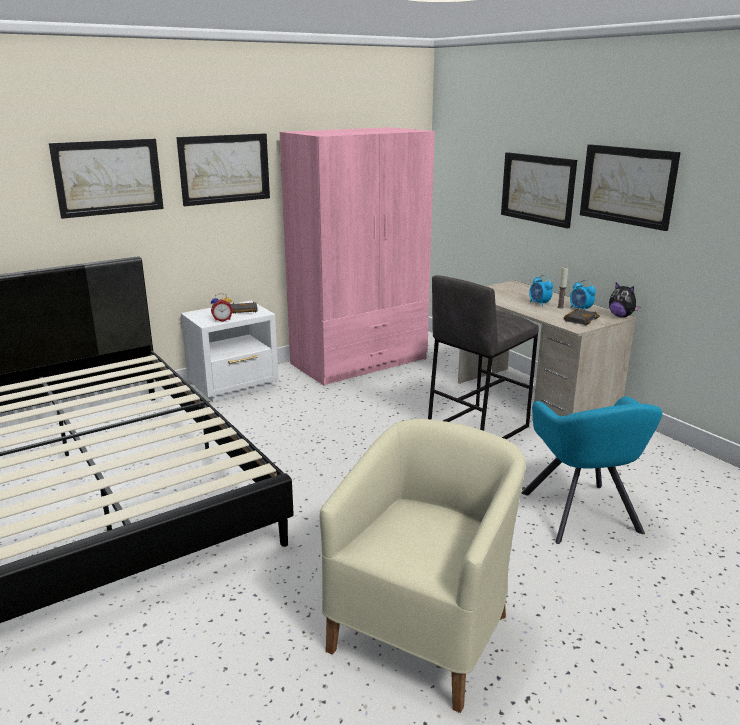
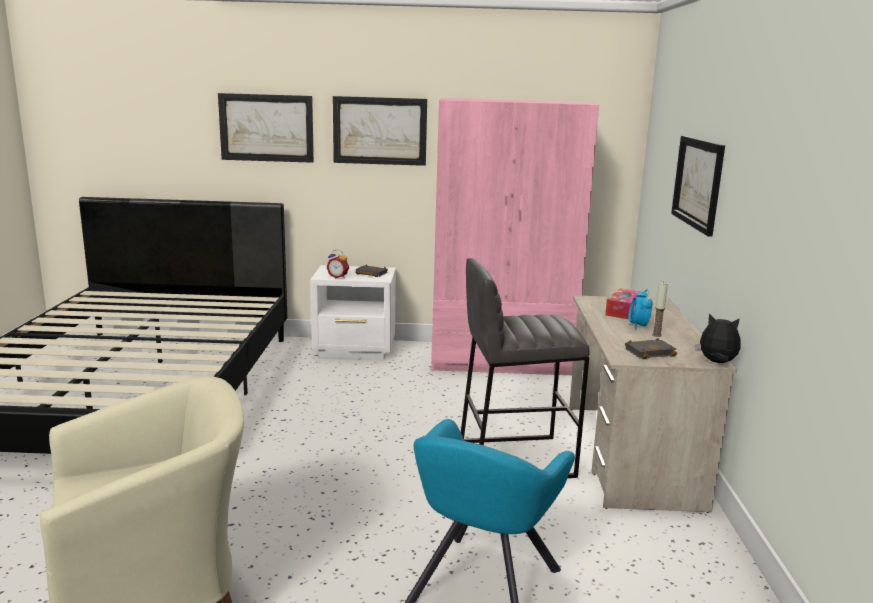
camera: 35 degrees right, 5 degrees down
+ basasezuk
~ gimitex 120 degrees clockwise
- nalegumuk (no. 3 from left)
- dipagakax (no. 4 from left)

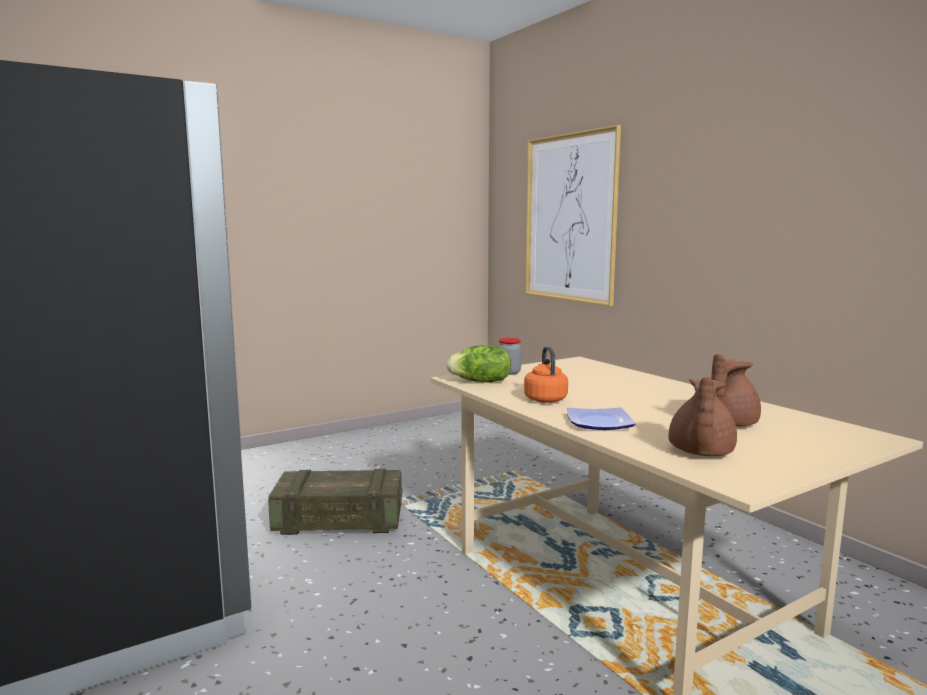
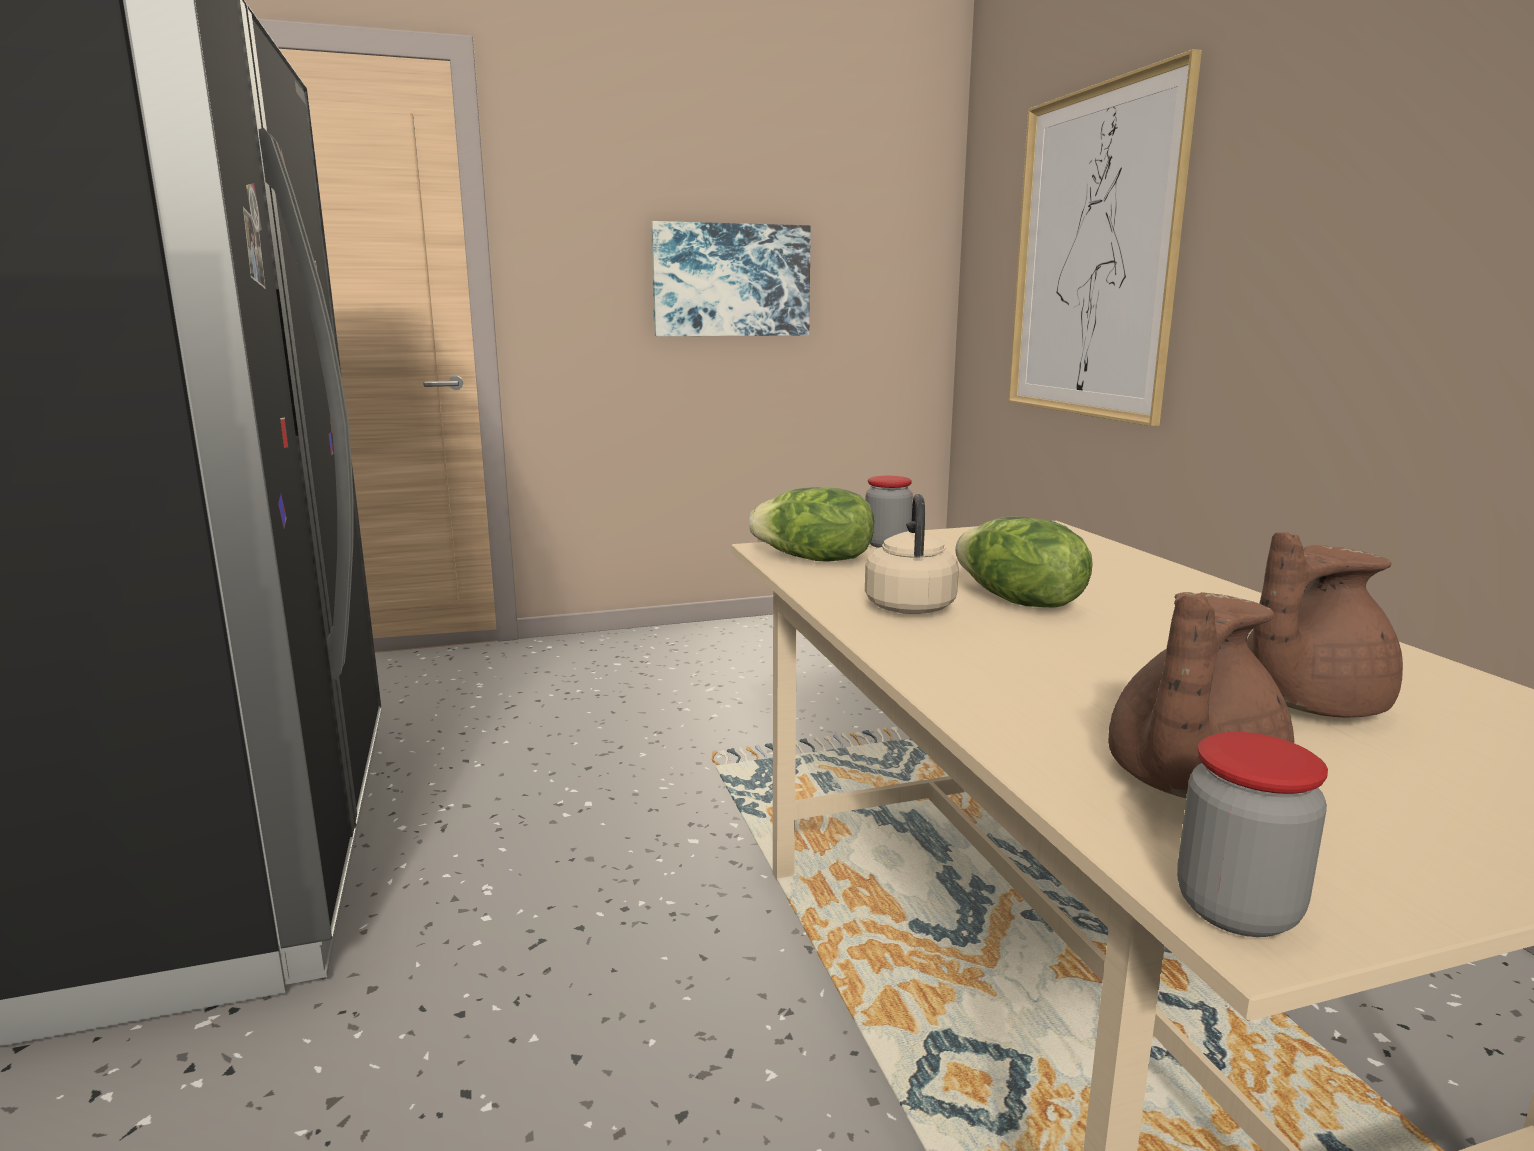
camera: 15 degrees right, 5 degrees up
+ dipagakax (no. 1 from left)
~ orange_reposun to beige_reposun
+ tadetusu (no. 2 from left)
+ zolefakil (no. 2 from left)
- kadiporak
- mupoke

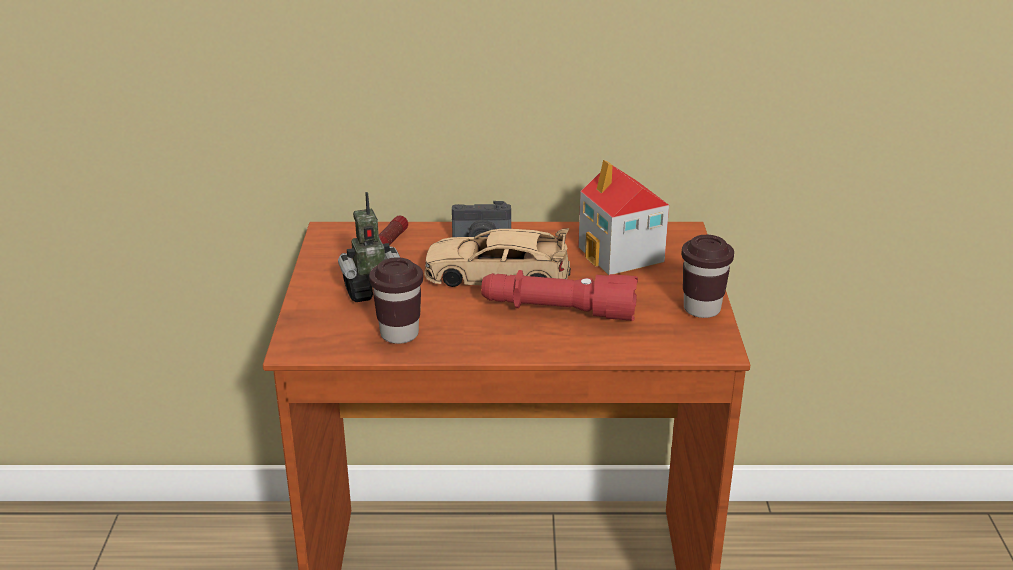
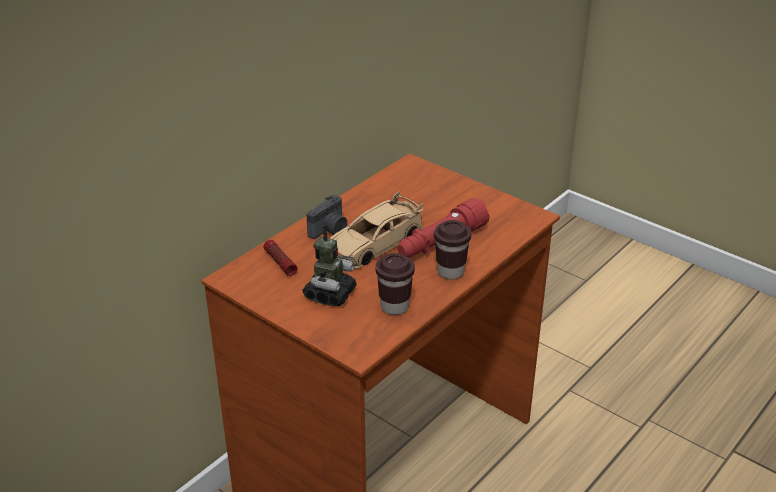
camera: 50 degrees left, 5 degrees up
~ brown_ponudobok (no. 2 from left)
- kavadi

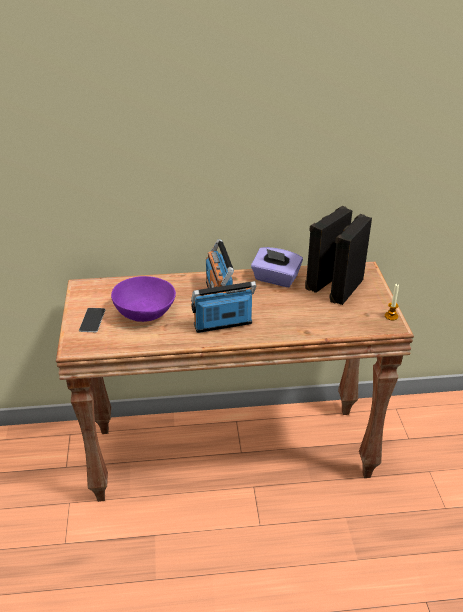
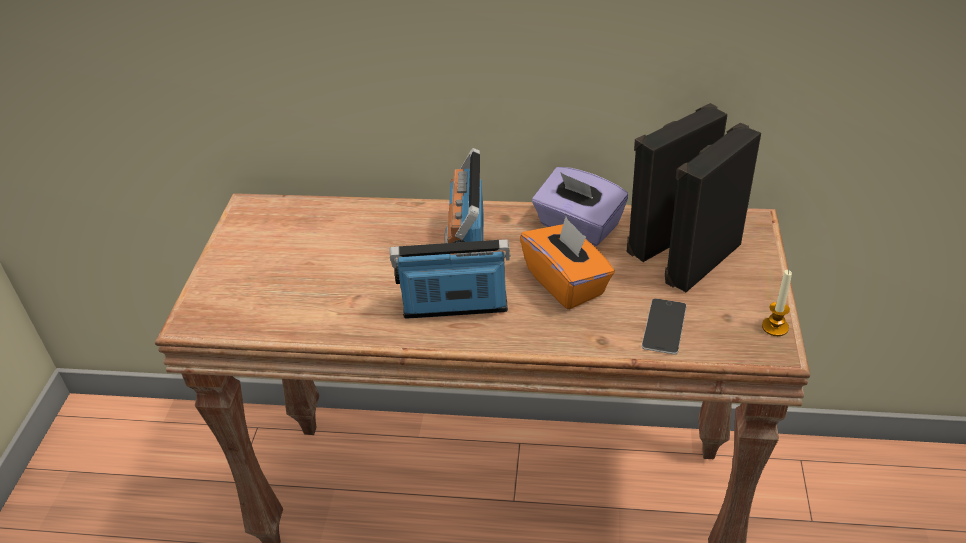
camera: 15 degrees right, 5 degrees up
+ orange_basasezuk
~ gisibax
- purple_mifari

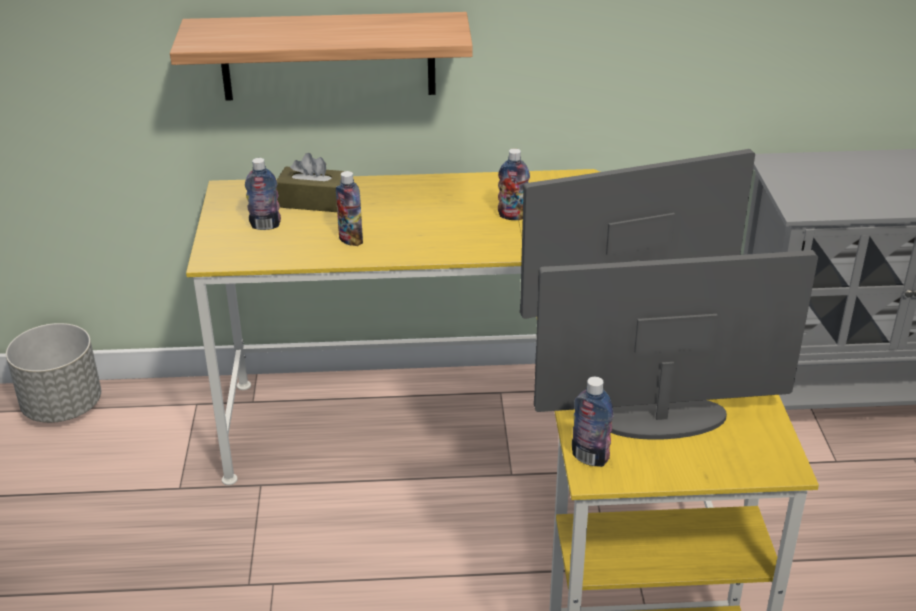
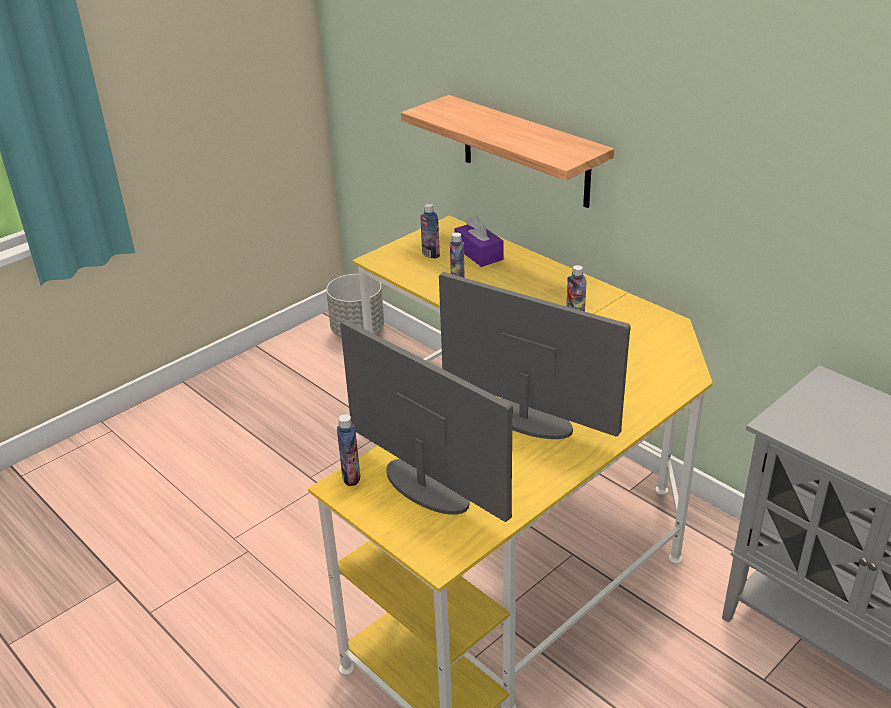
camera: 50 degrees right, 0 degrees up
~ brown_basasezuk to purple_basasezuk

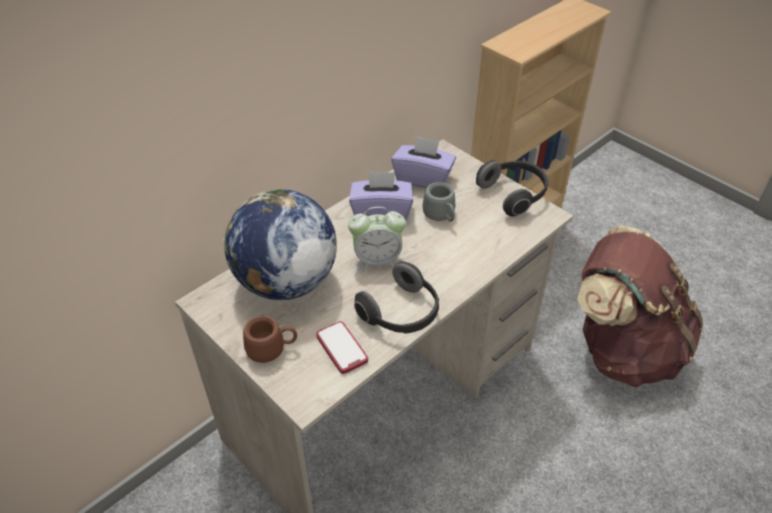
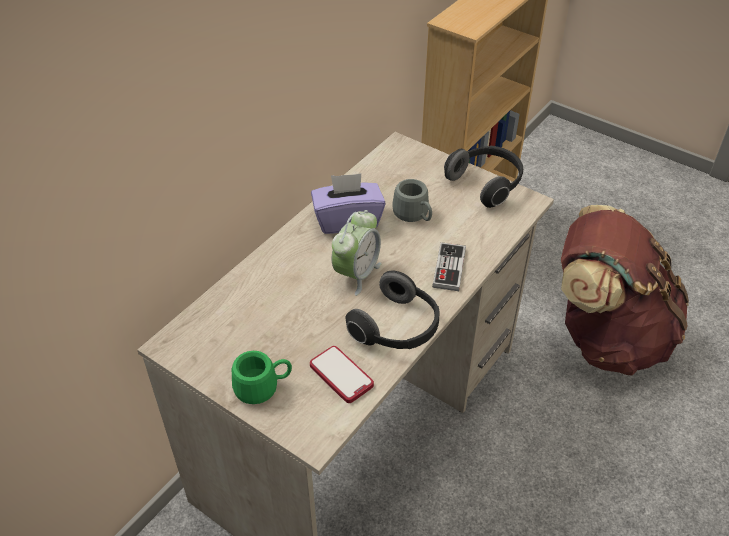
camera: 10 degrees left, 0 degrees up
~ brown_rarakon to green_rarakon
~ nalegumuk 45 degrees counterclockwise
+ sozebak
- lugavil
- purple_basasezuk (no. 2 from left)

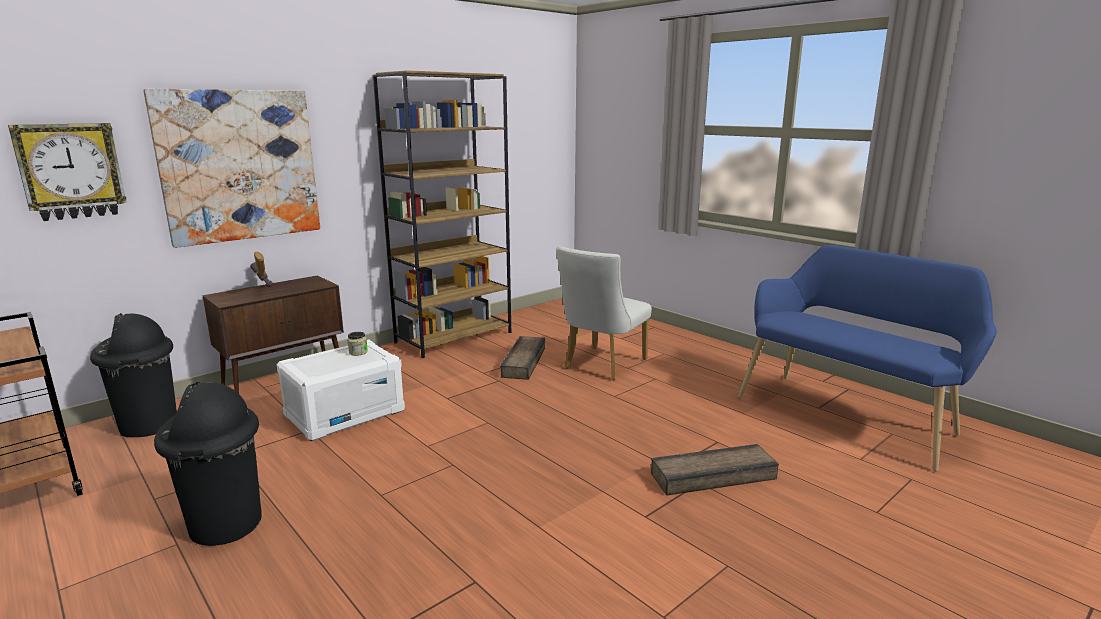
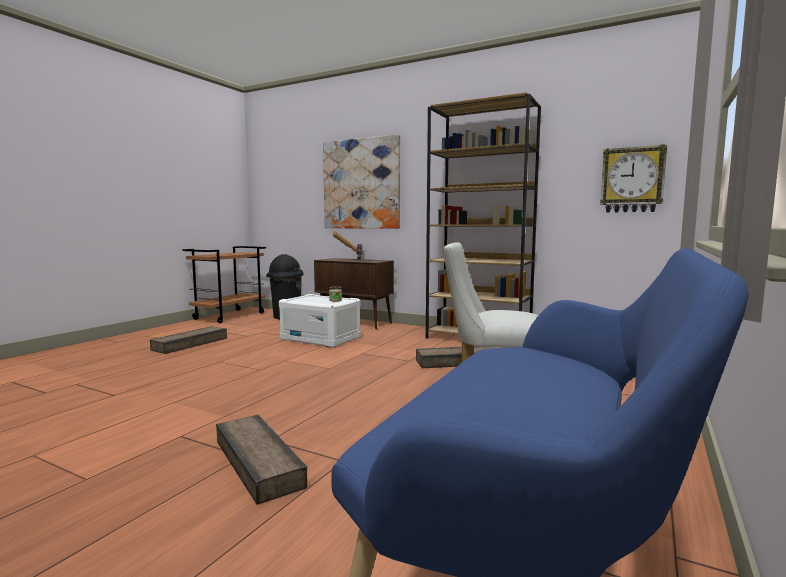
camera: 70 degrees right, 10 degrees down
~ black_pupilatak (no. 2 from left) to kadiporak (no. 1 from left)
~ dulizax

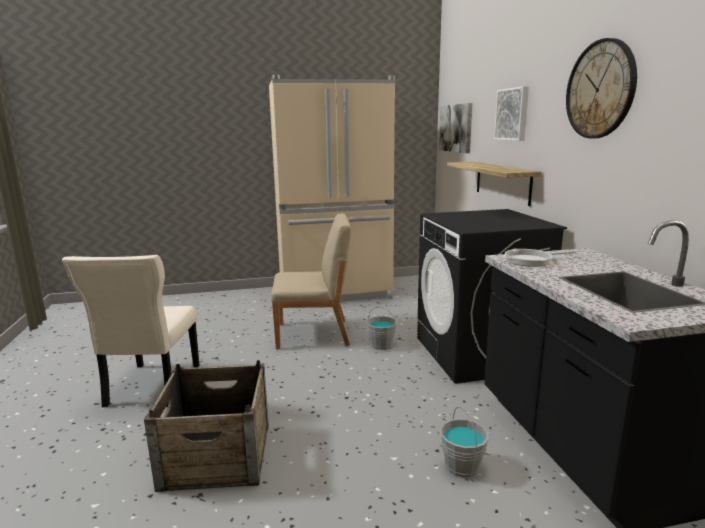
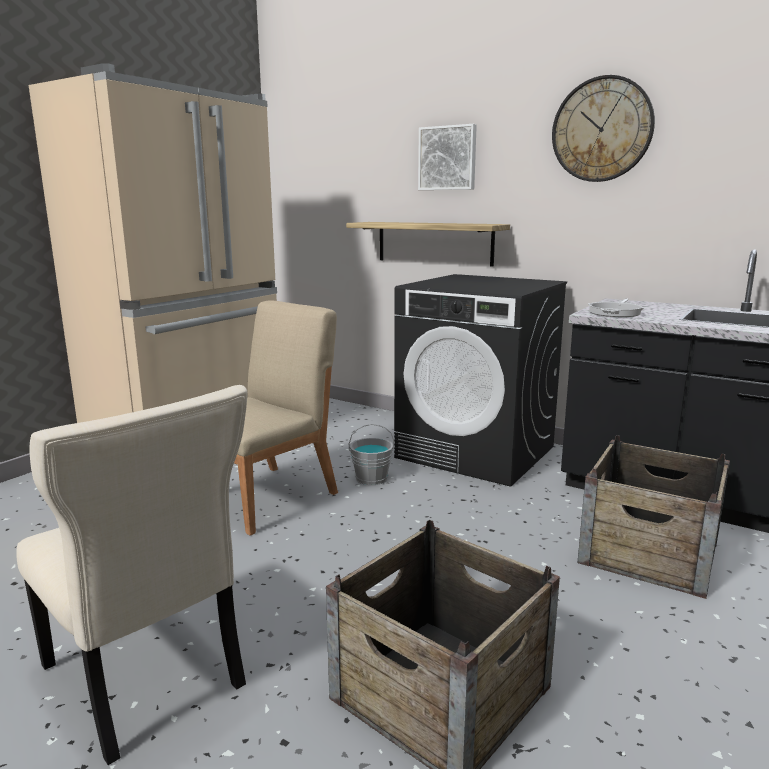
camera: 45 degrees left, 0 degrees up
~ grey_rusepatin (no. 2 from left) to kadiporak (no. 2 from left)
- dipagakax (no. 1 from left)

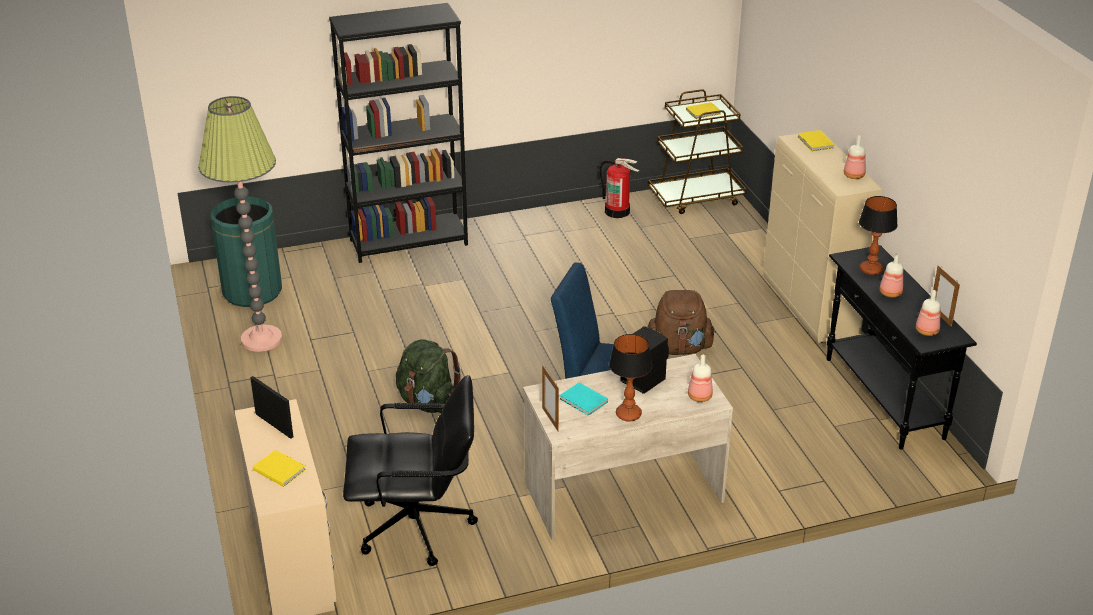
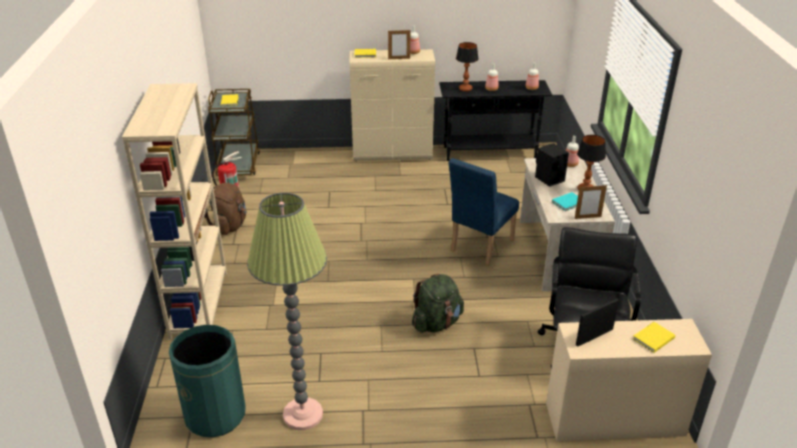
camera: 75 degrees left, 0 degrees up
~ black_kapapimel to beige_kapapimel
~ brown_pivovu
~ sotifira (no. 3 from left in the first image) to sotifira (no. 1 from left)

